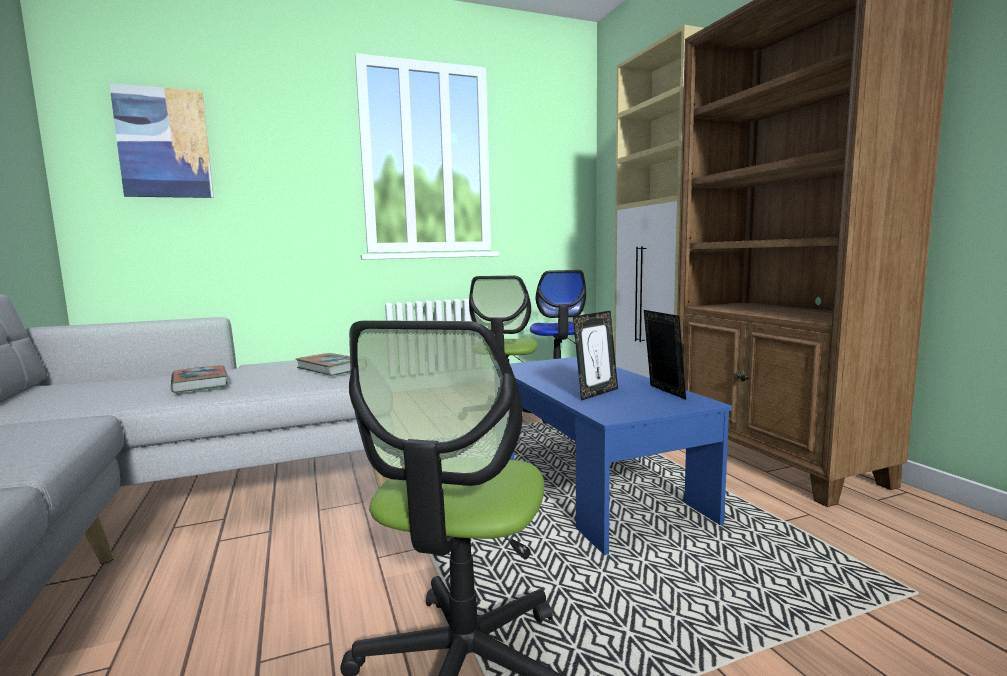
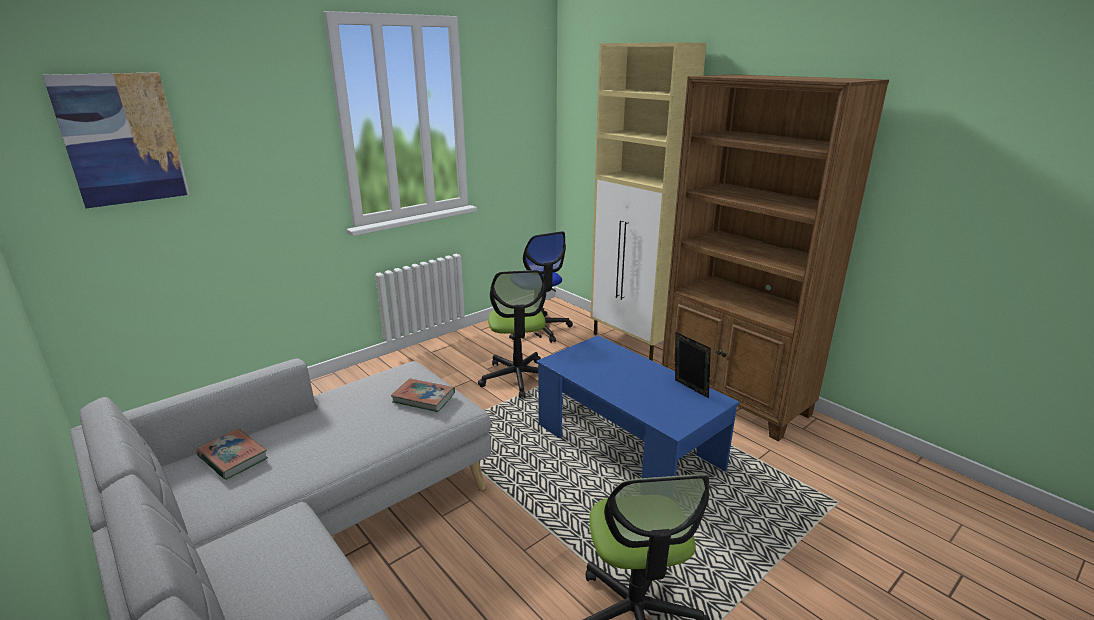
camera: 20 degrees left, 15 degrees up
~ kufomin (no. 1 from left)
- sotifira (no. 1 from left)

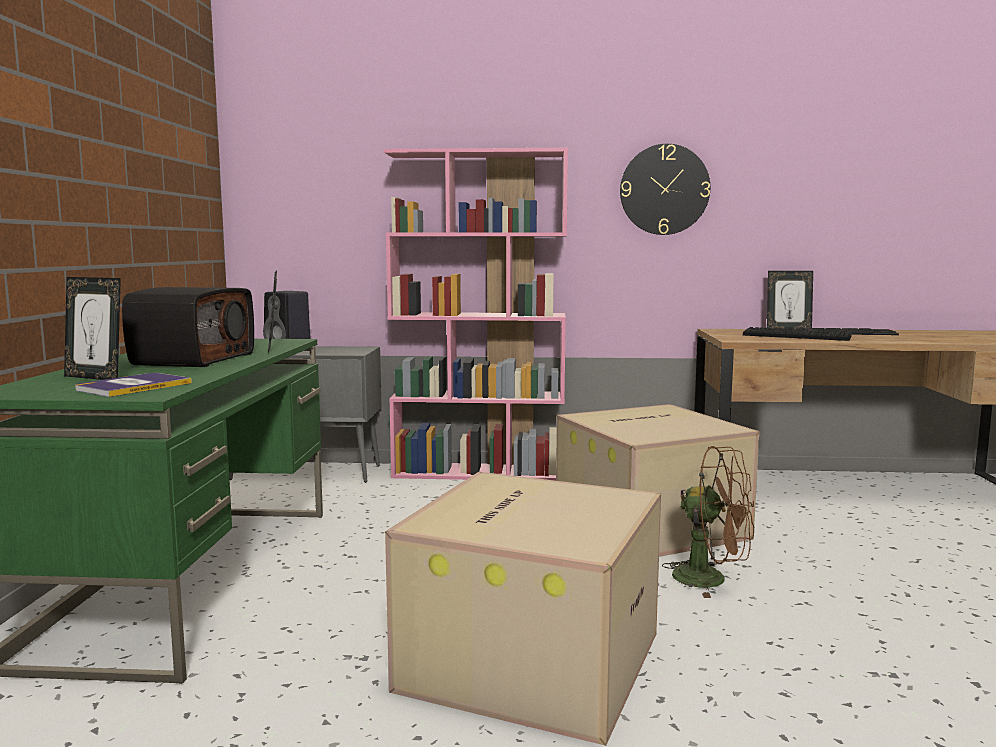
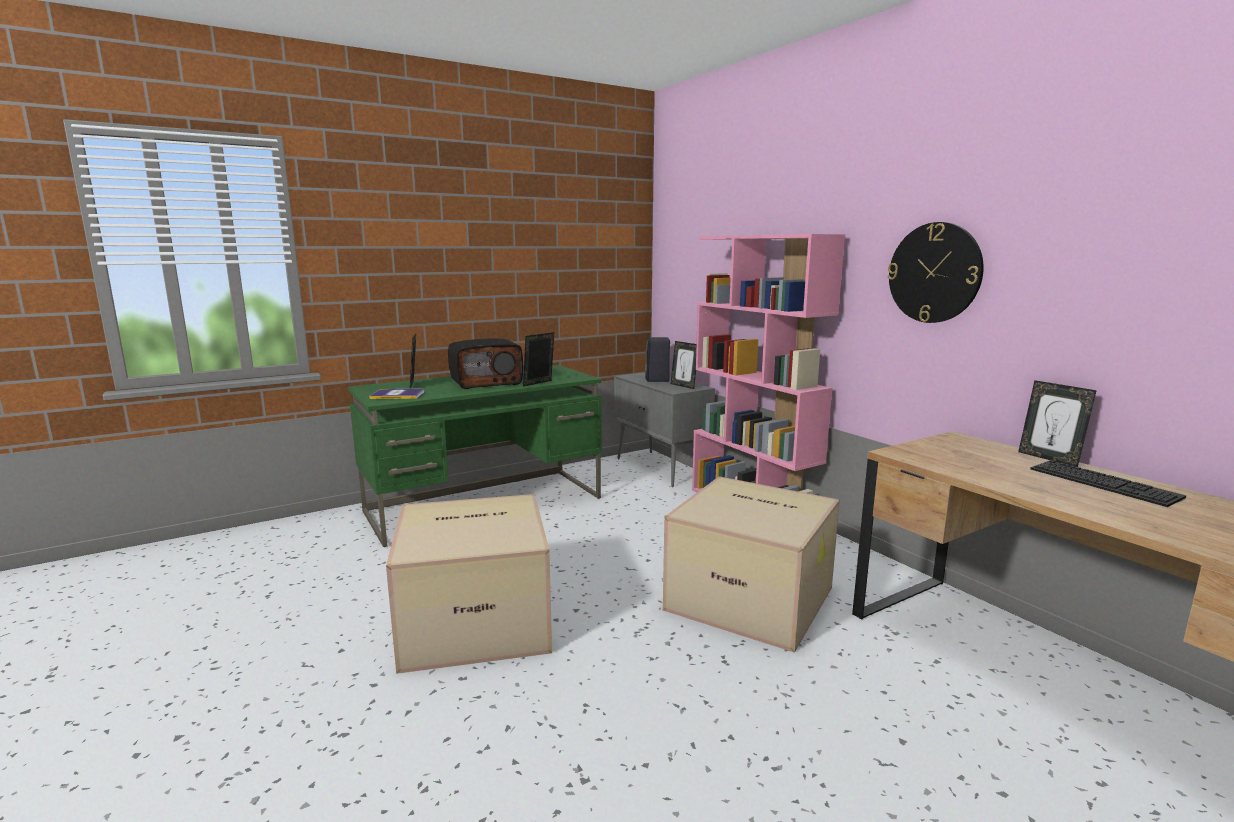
camera: 55 degrees right, 5 degrees up
+ sotifira (no. 3 from left)
- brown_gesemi
- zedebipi (no. 1 from left)

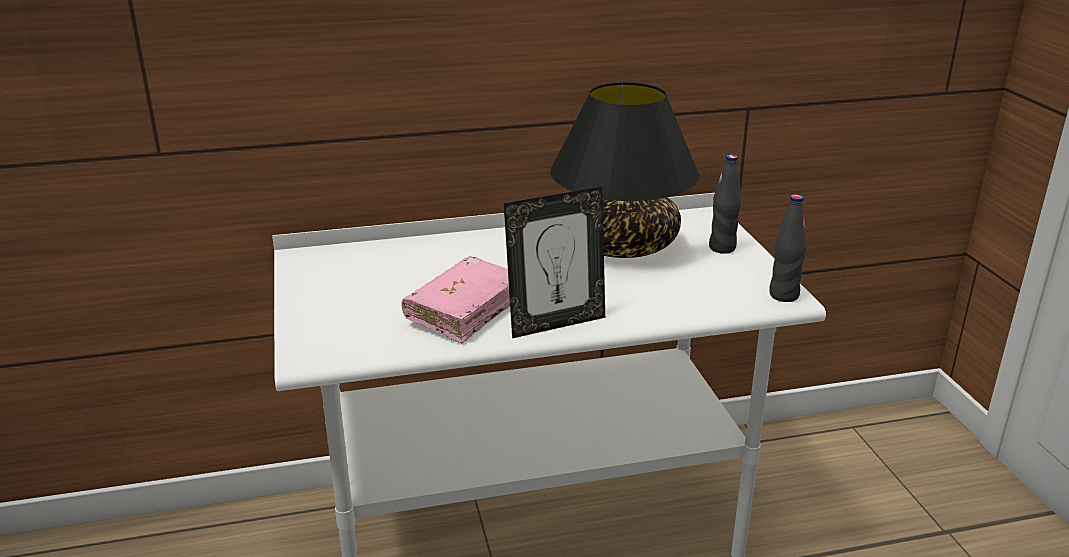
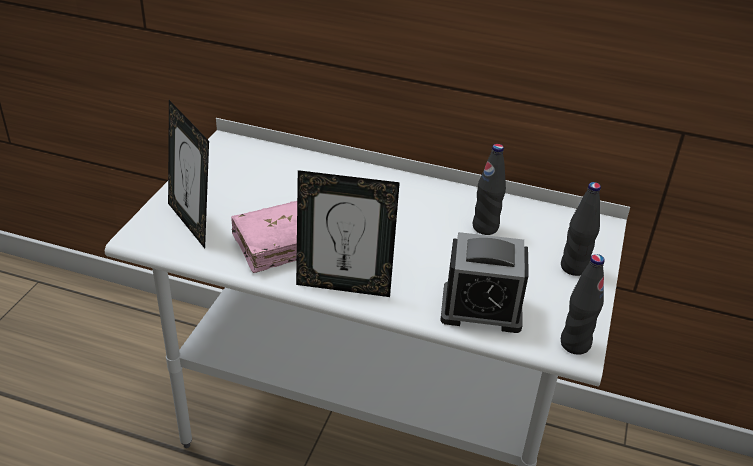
camera: 30 degrees right, 10 degrees up
+ sotifira (no. 1 from left)
+ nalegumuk
~ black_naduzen to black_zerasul (no. 1 from left)

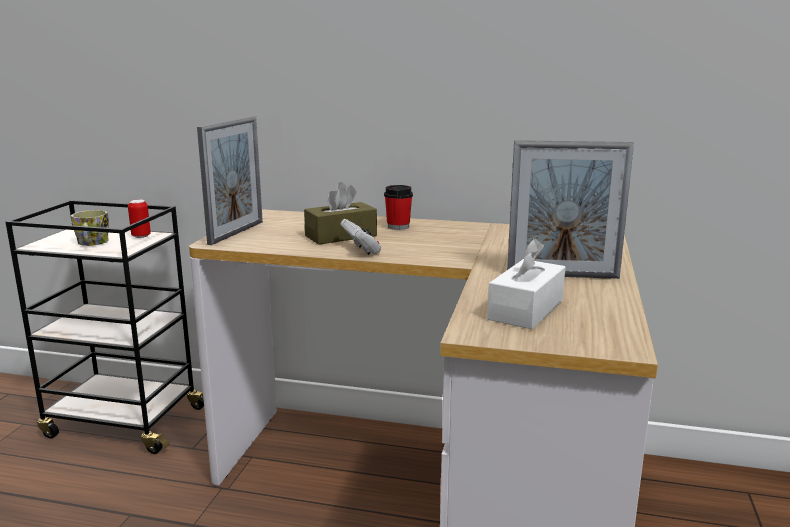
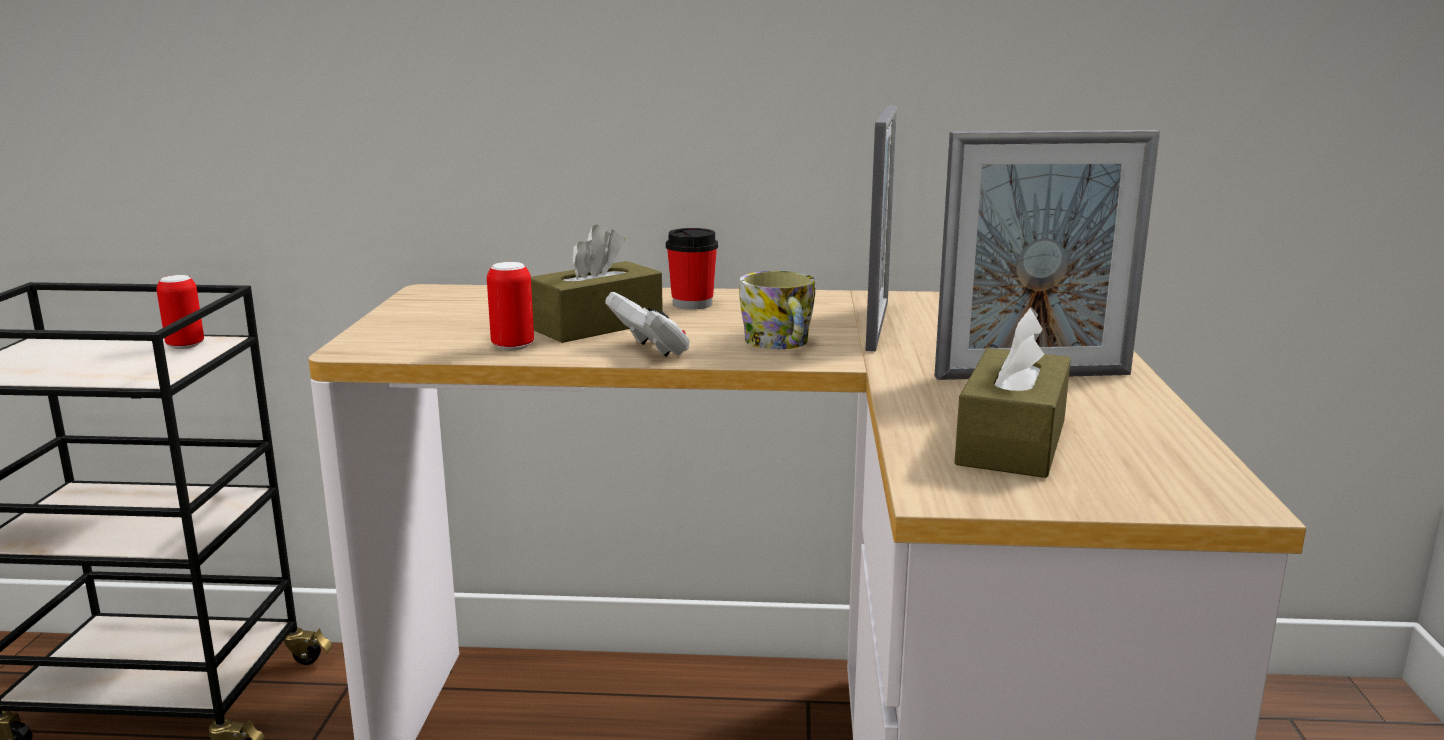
camera: 10 degrees left, 0 degrees up
+ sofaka (no. 2 from left)
~ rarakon
~ sotifira (no. 1 from left)
~ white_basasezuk to brown_basasezuk (no. 2 from left)

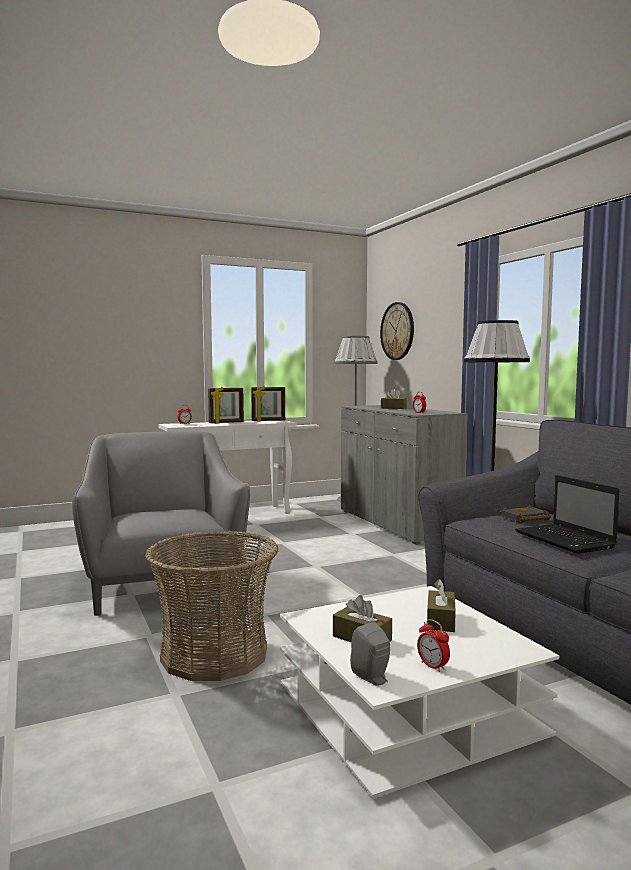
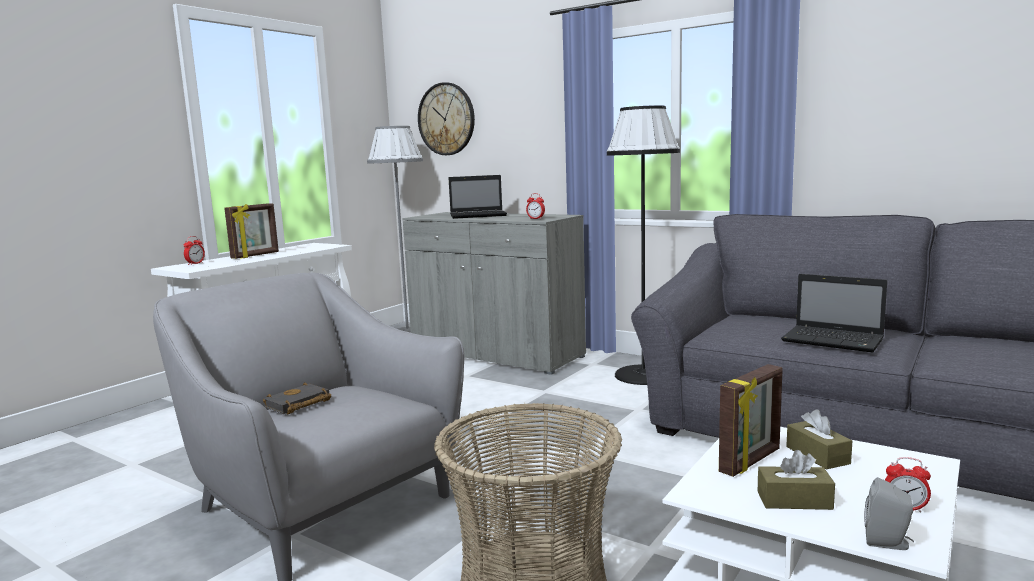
camera: 30 degrees left, 5 degrees up
~ black_kufomin
~ brown_basasezuk (no. 2 from left) to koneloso (no. 1 from left)
~ sotifira (no. 2 from left)

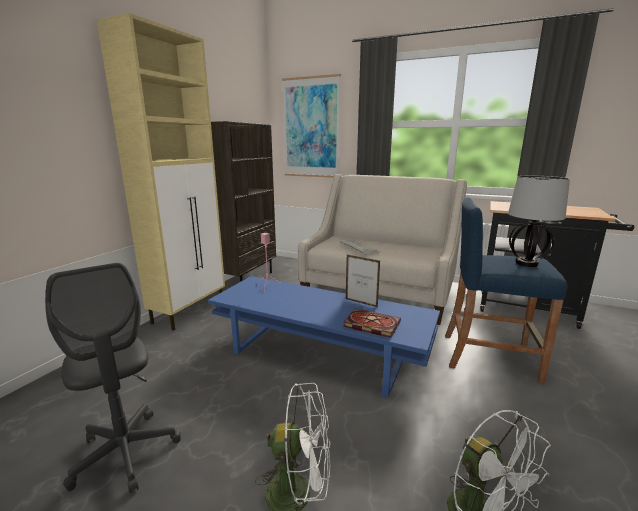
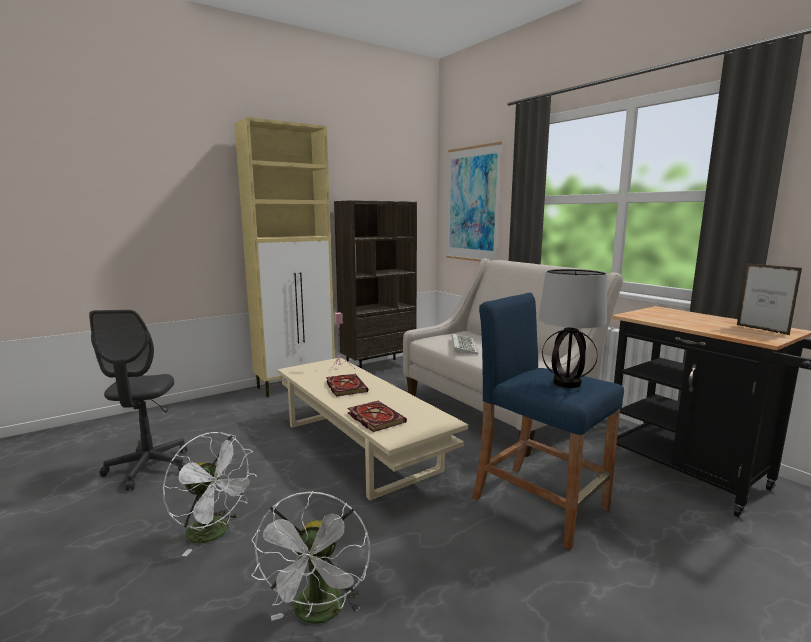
camera: 30 degrees right, 5 degrees down
~ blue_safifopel to beige_safifopel
+ kufomin (no. 1 from left)
~ sotifira

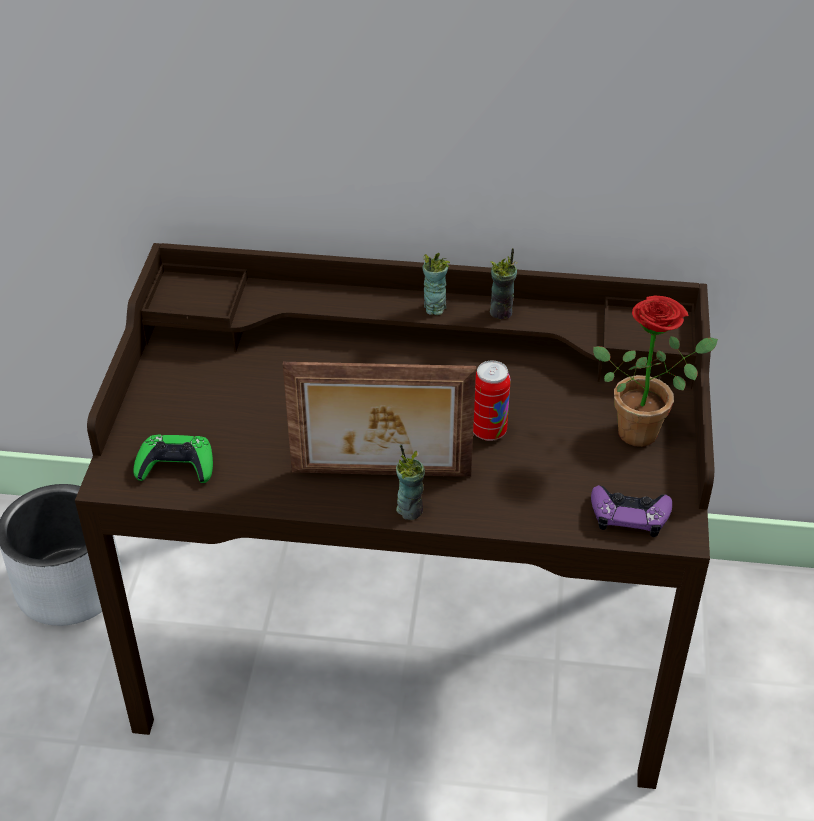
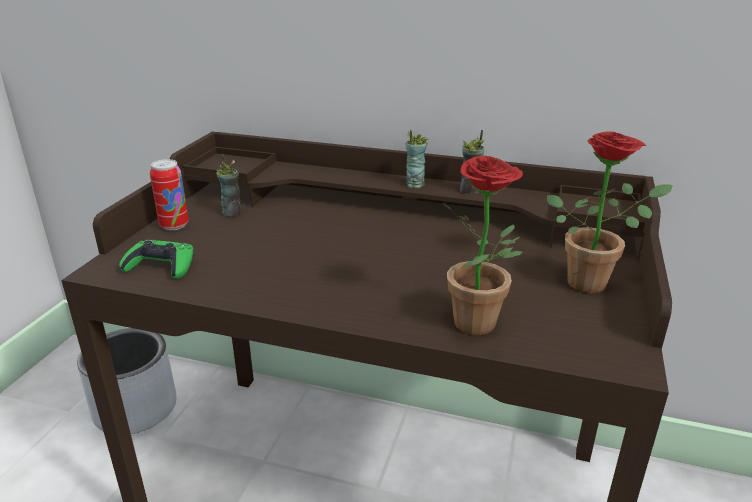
camera: 10 degrees right, 15 degrees down
~ sofaka
~ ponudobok (no. 1 from left)
+ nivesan (no. 1 from left)
- sotifira
- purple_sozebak

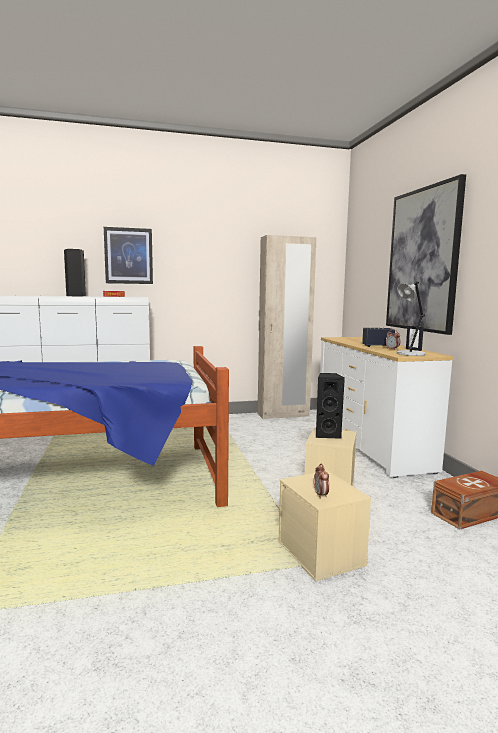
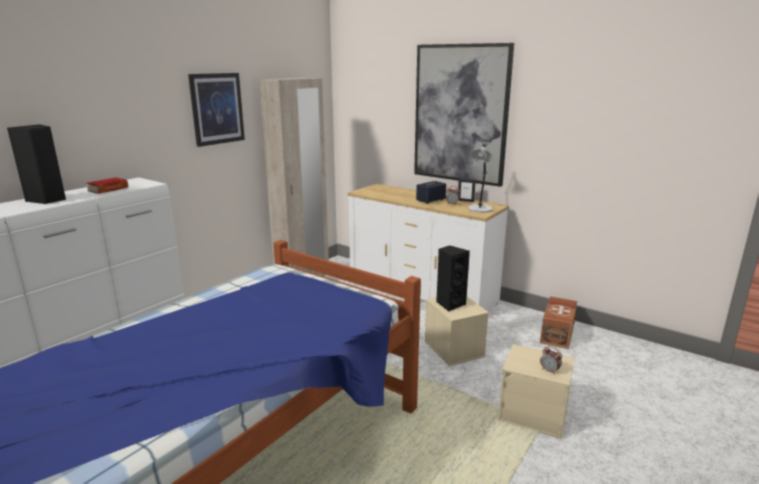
camera: 40 degrees left, 10 degrees up
~ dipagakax (no. 1 from left)

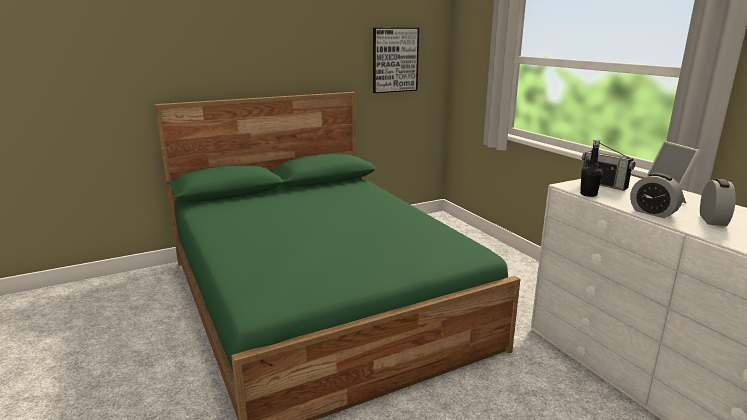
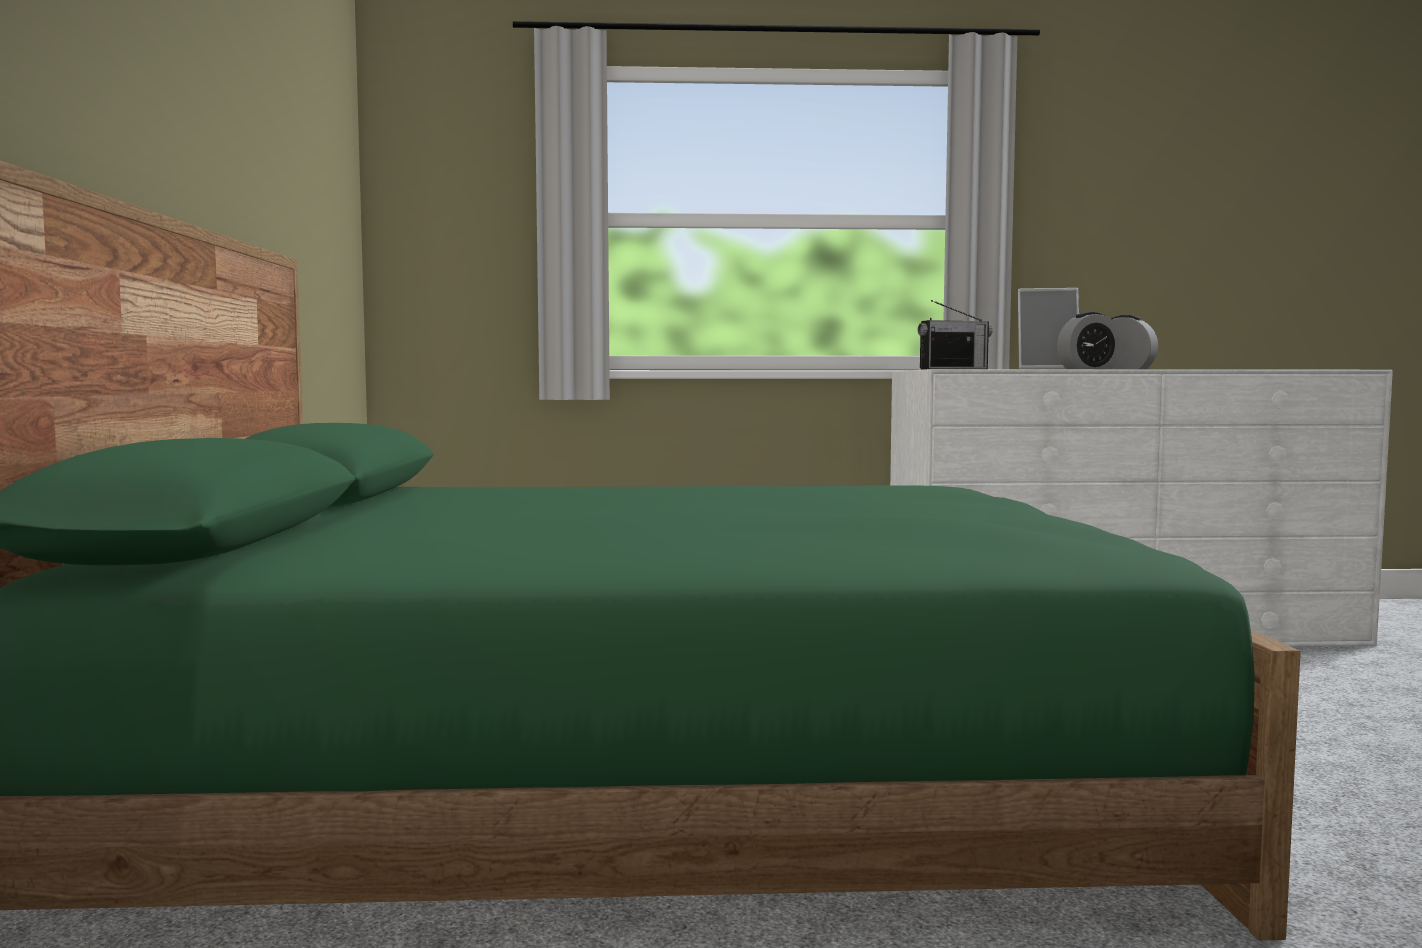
camera: 65 degrees left, 15 degrees down
- dipagakax
- black_zerasul

